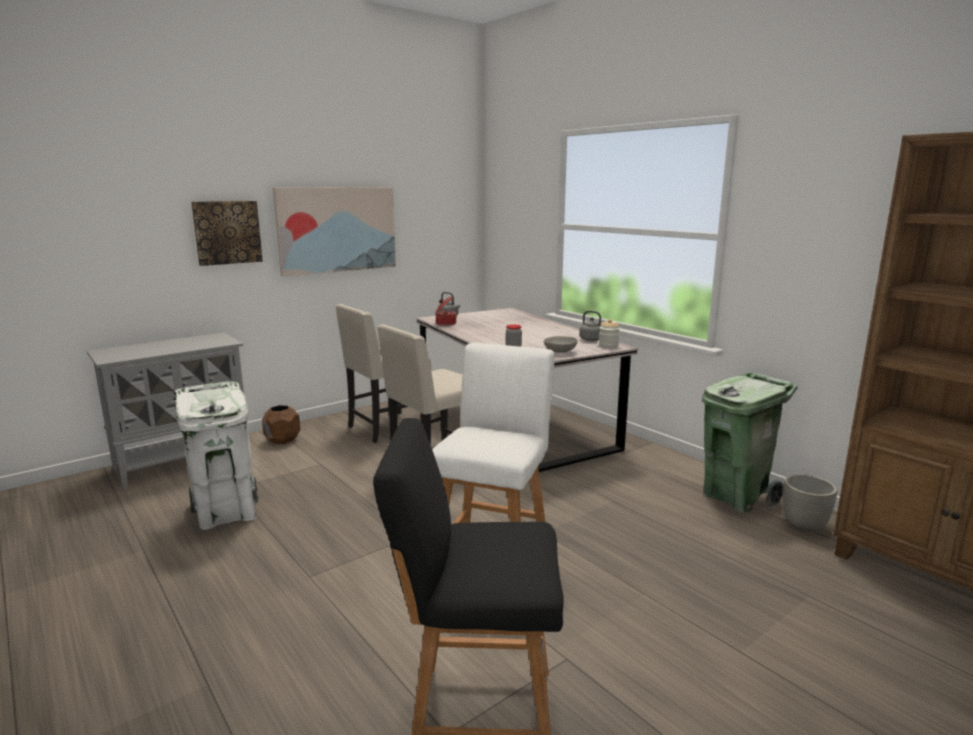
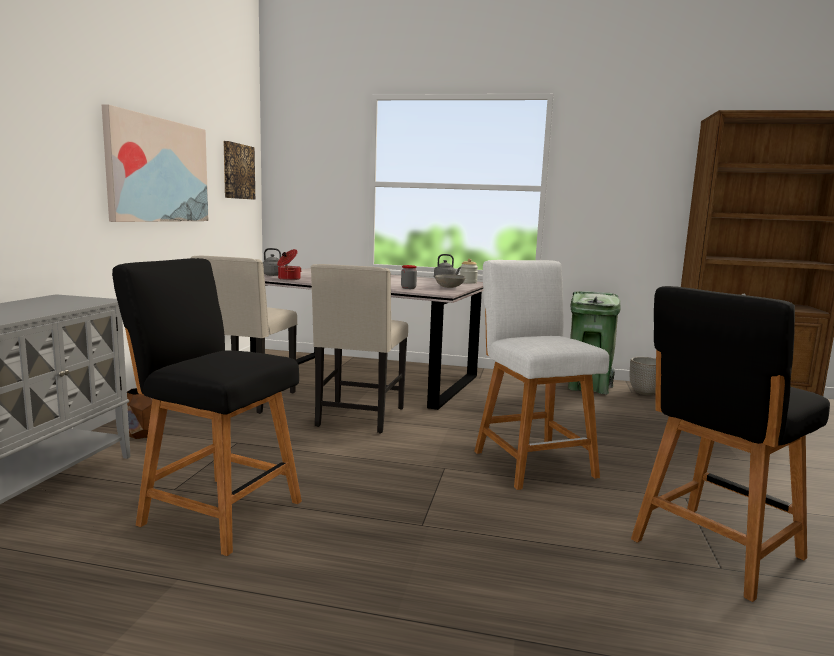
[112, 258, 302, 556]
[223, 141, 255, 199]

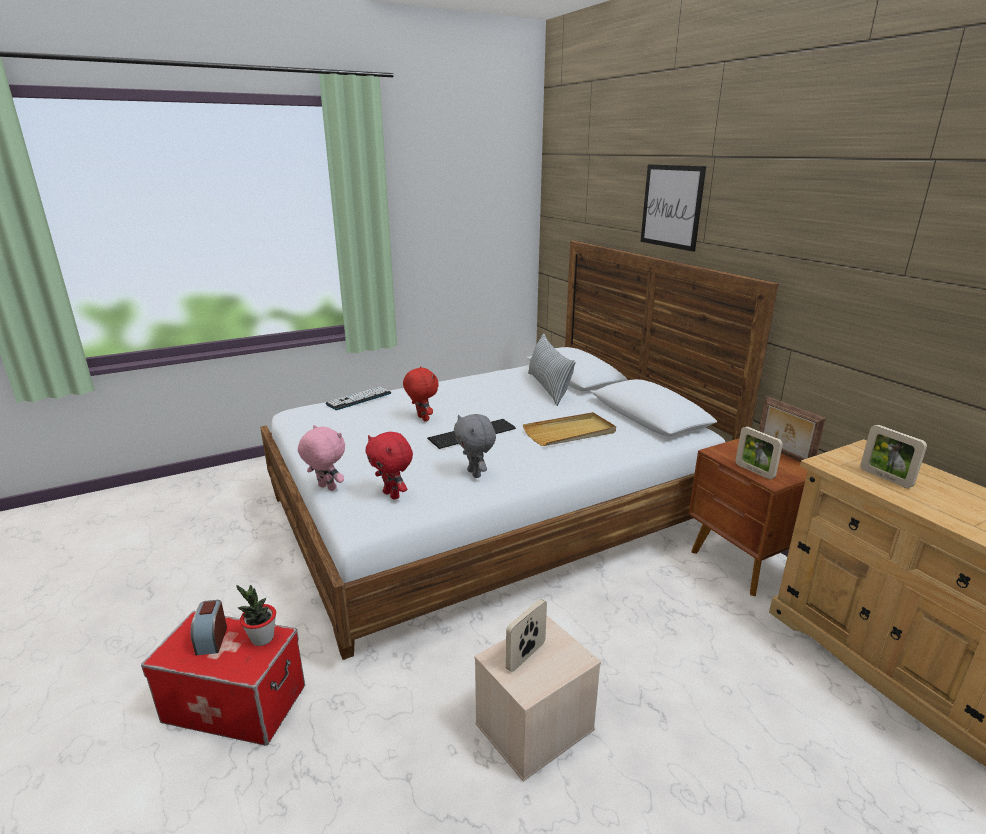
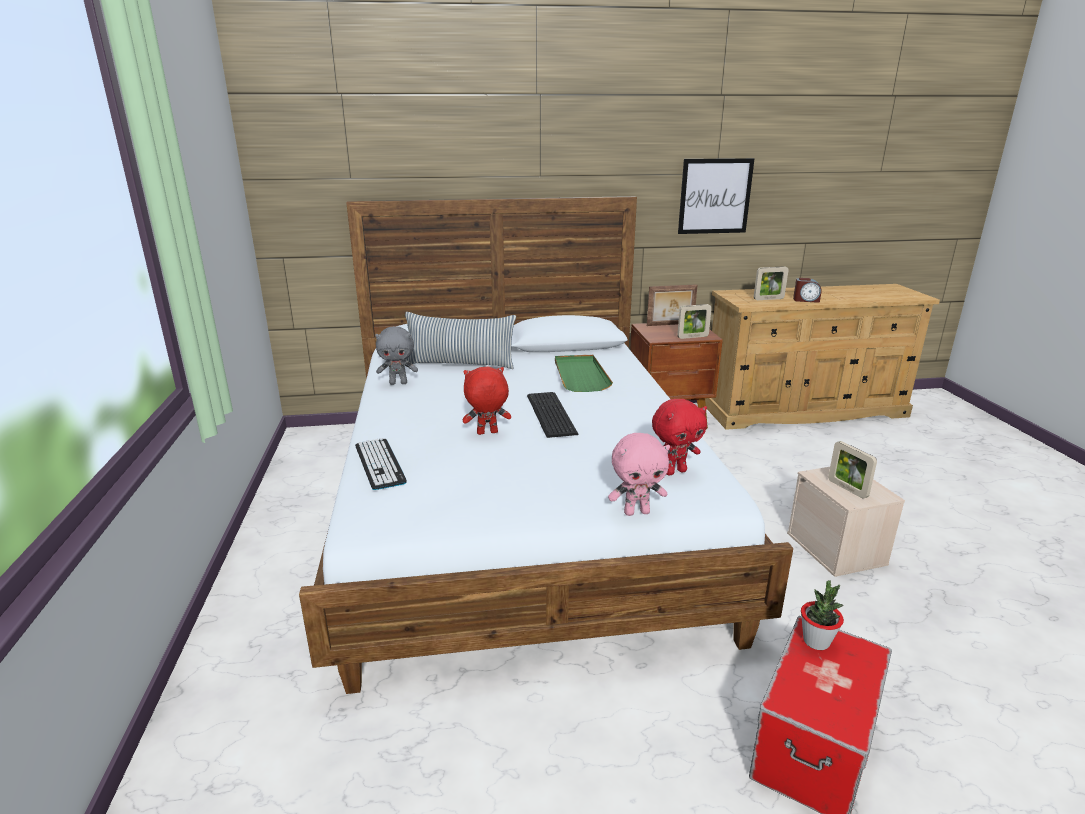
[793, 278, 822, 303]
[608, 433, 670, 516]
[375, 326, 418, 385]
[555, 355, 613, 392]
[678, 158, 755, 234]

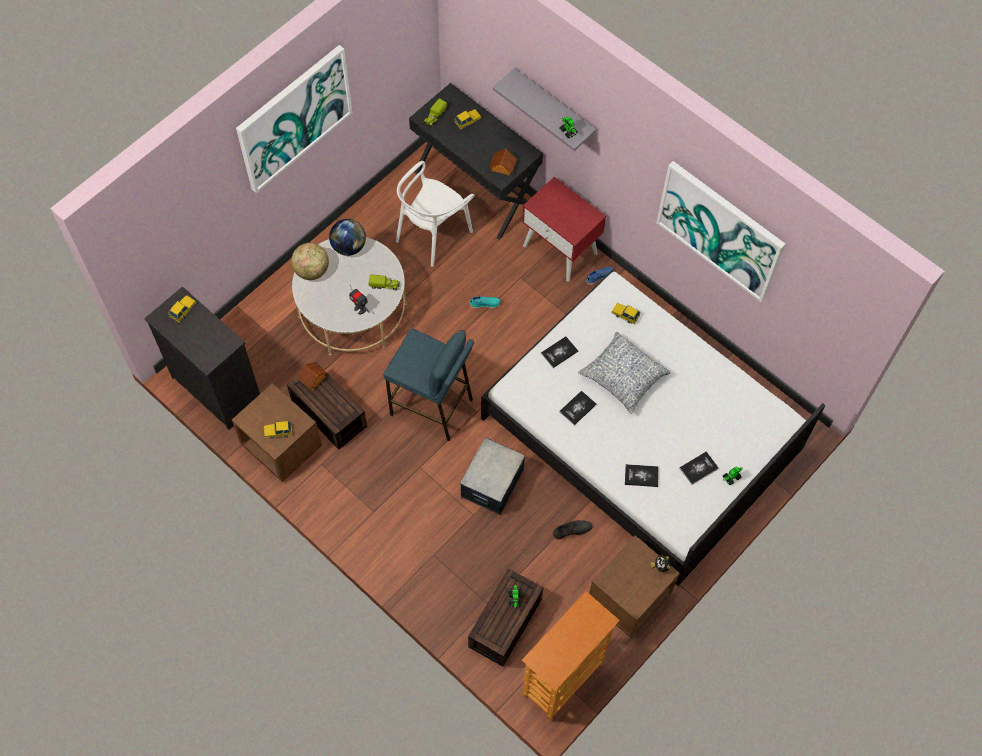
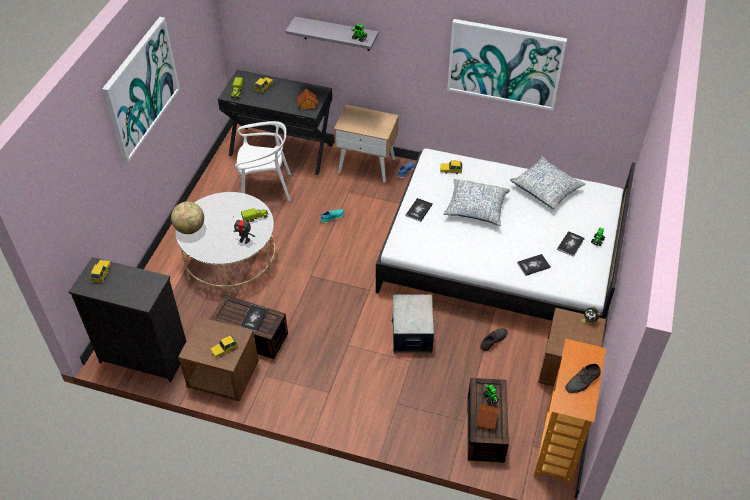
[476, 404, 499, 430]
[329, 219, 366, 256] (first image)
[383, 329, 474, 441] (first image)
[235, 121, 291, 201]
[334, 105, 399, 183]
[240, 305, 268, 332]
[510, 156, 585, 209]
[565, 364, 601, 393]

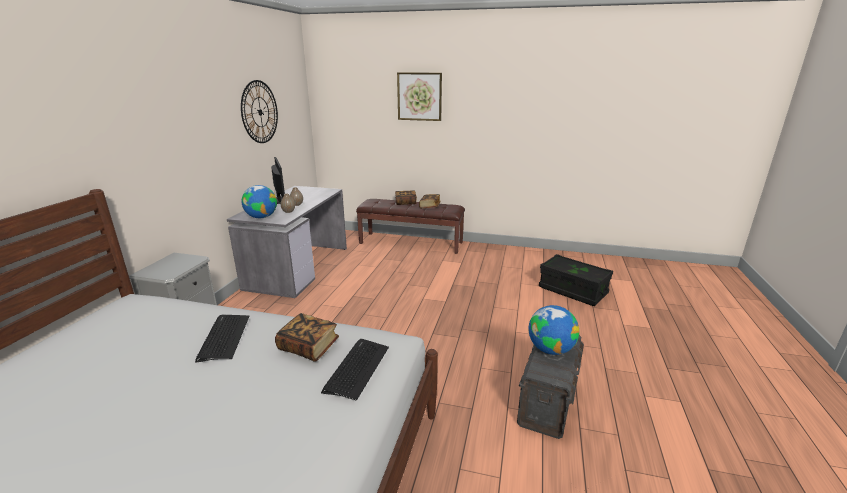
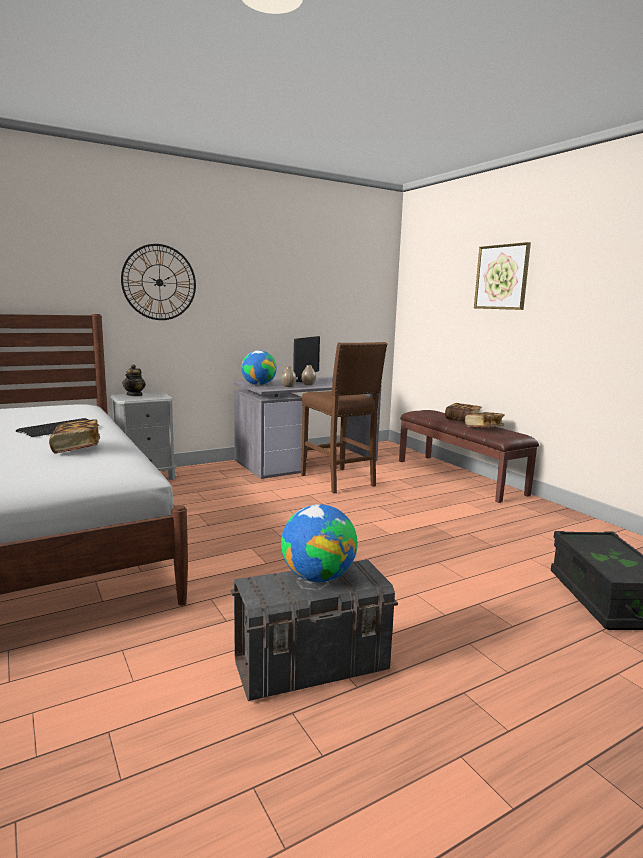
[121, 244, 196, 320]
[321, 339, 389, 401] (first image)
[122, 364, 146, 396]
[301, 342, 387, 493]

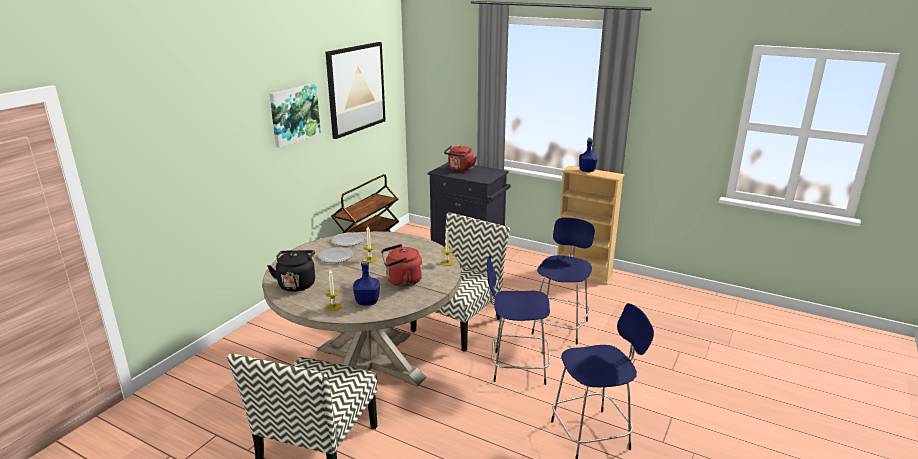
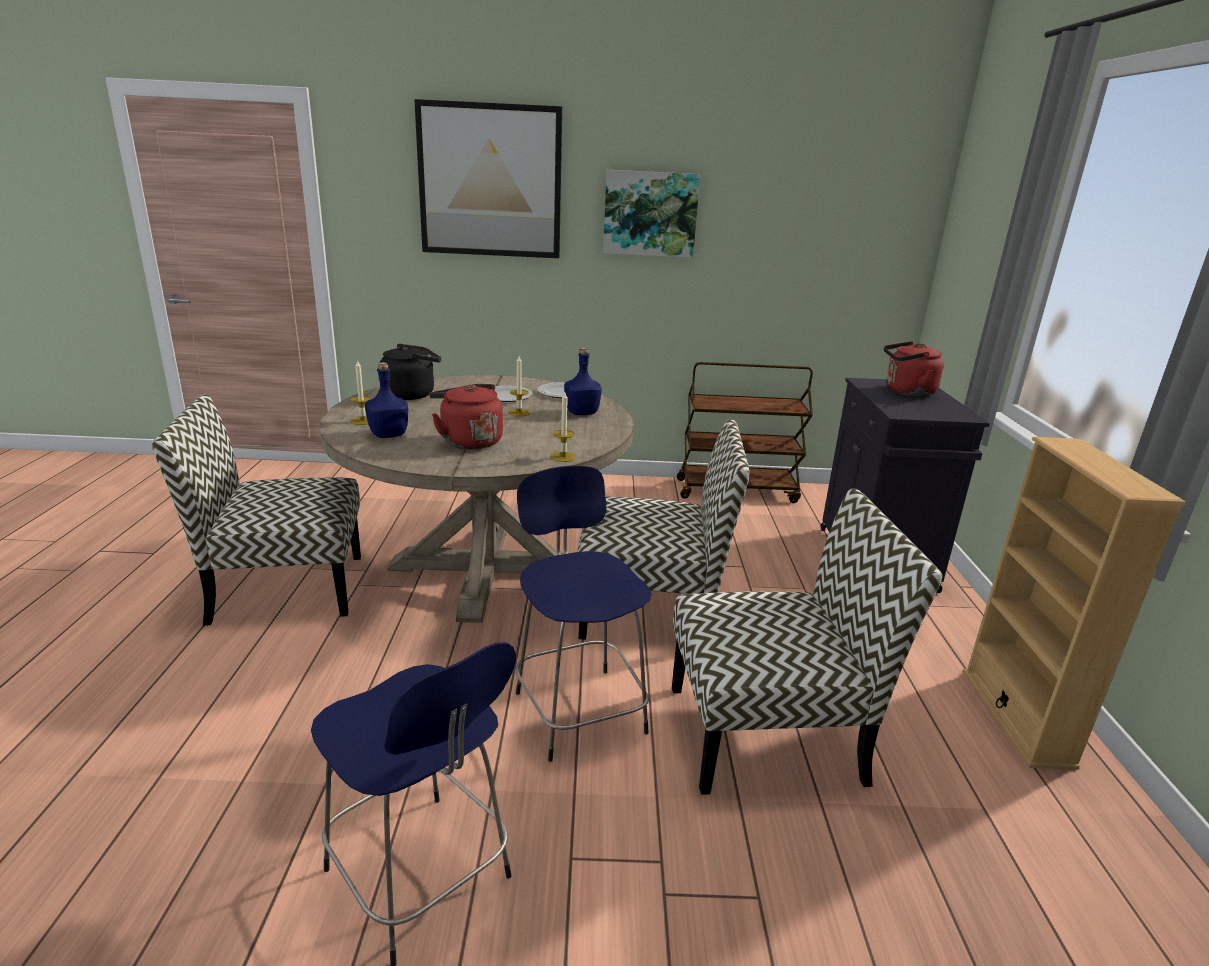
[414, 99, 562, 258]
[672, 488, 943, 795]
[564, 348, 602, 415]

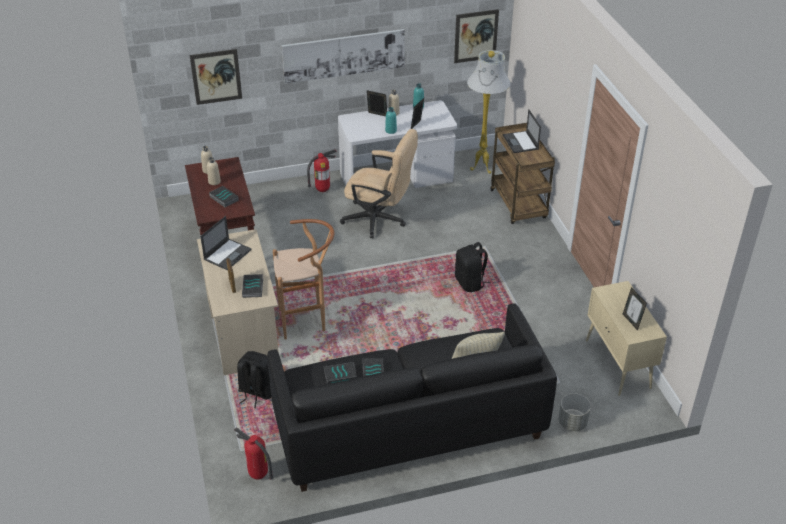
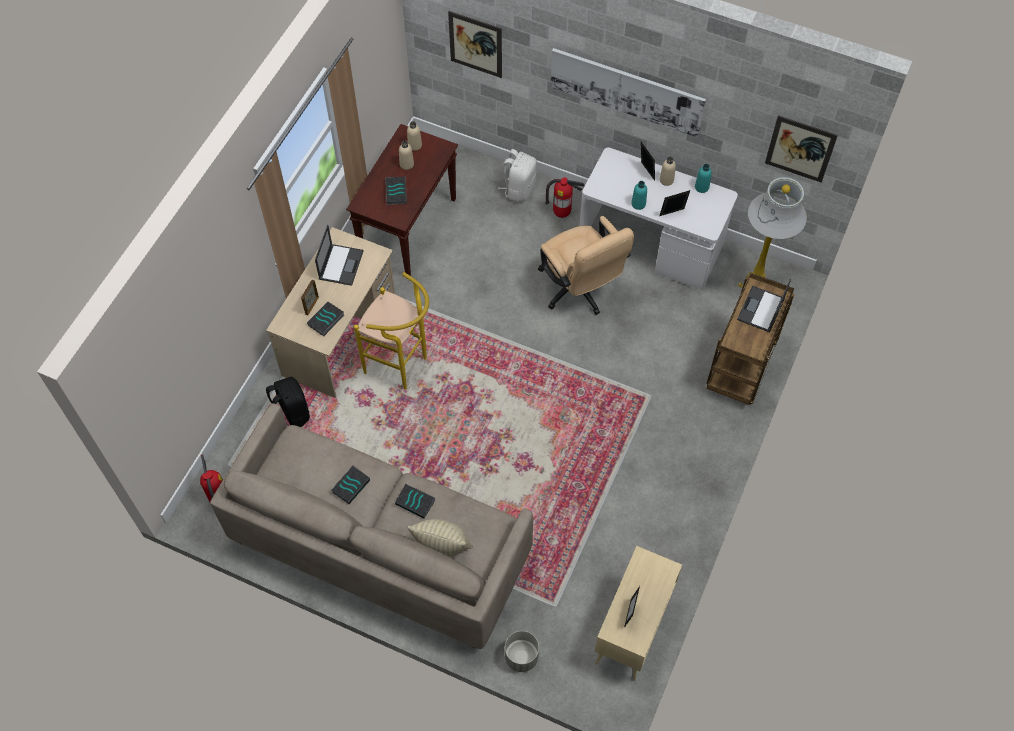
[315, 225, 364, 286]
[210, 403, 533, 649]
[354, 272, 429, 390]
[395, 484, 435, 519]
[455, 242, 490, 292] (first image)
[498, 149, 537, 202]

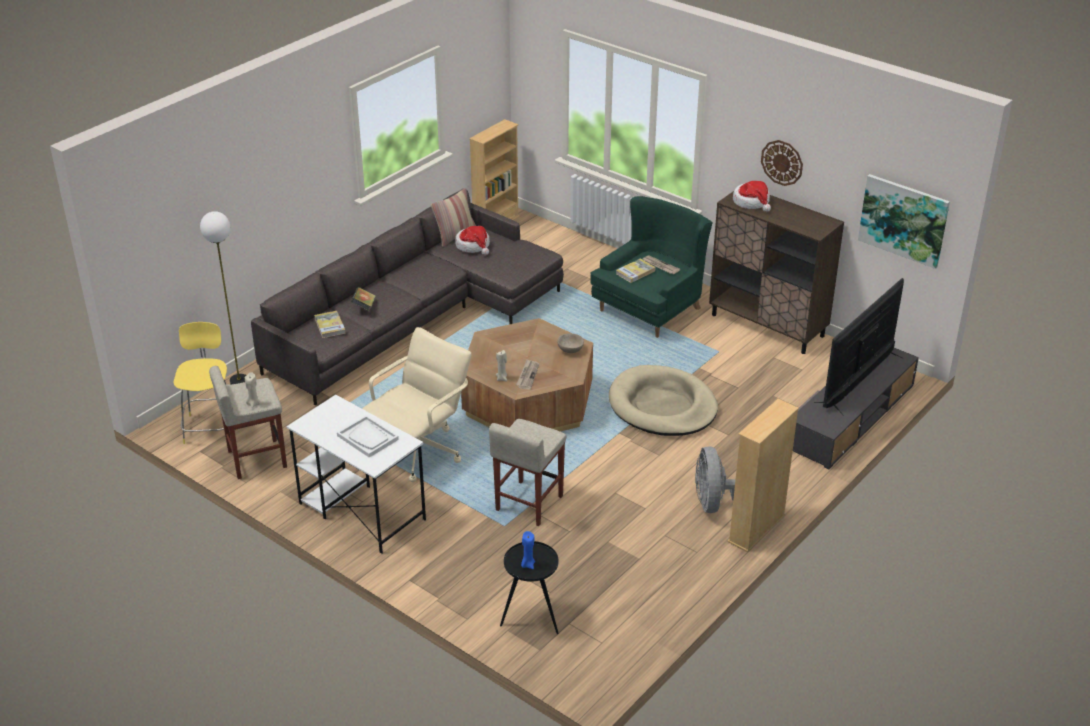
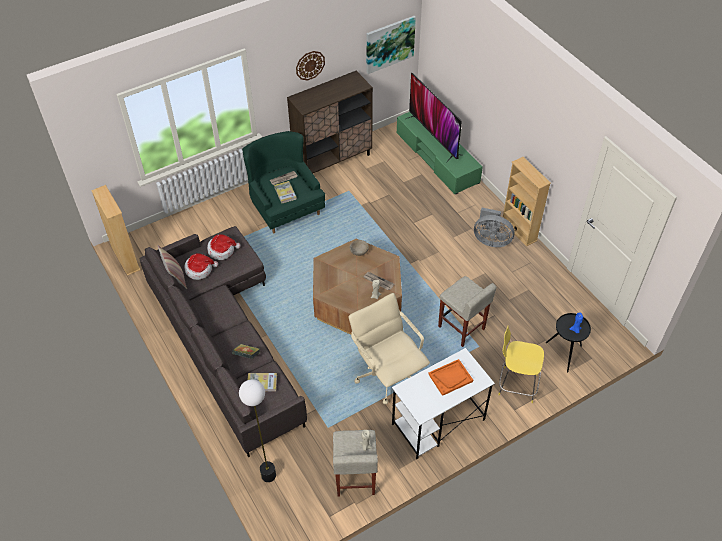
[498, 326, 544, 403]
[428, 359, 473, 396]
[609, 365, 718, 436] (first image)
[207, 234, 241, 260]
[397, 112, 483, 195]

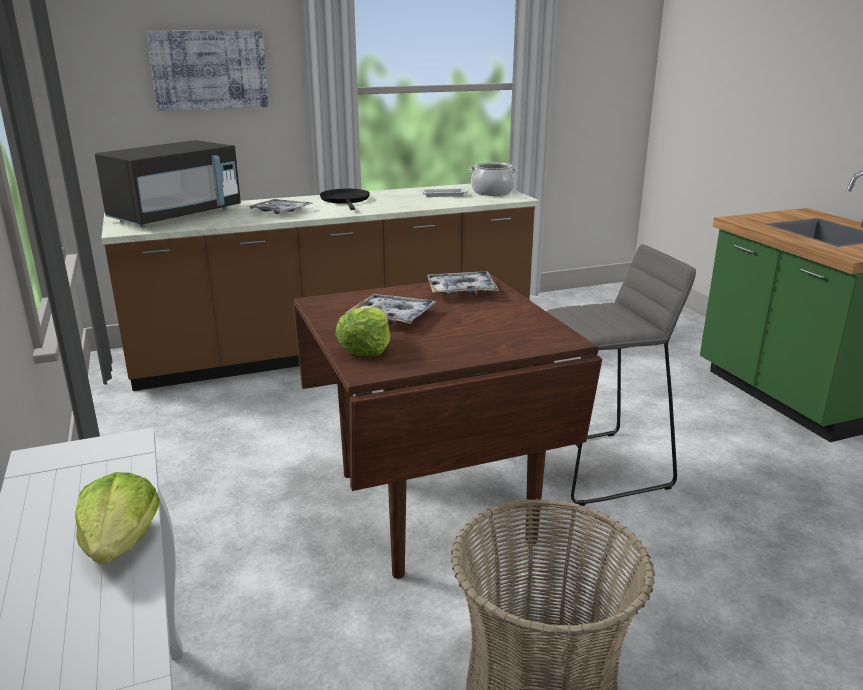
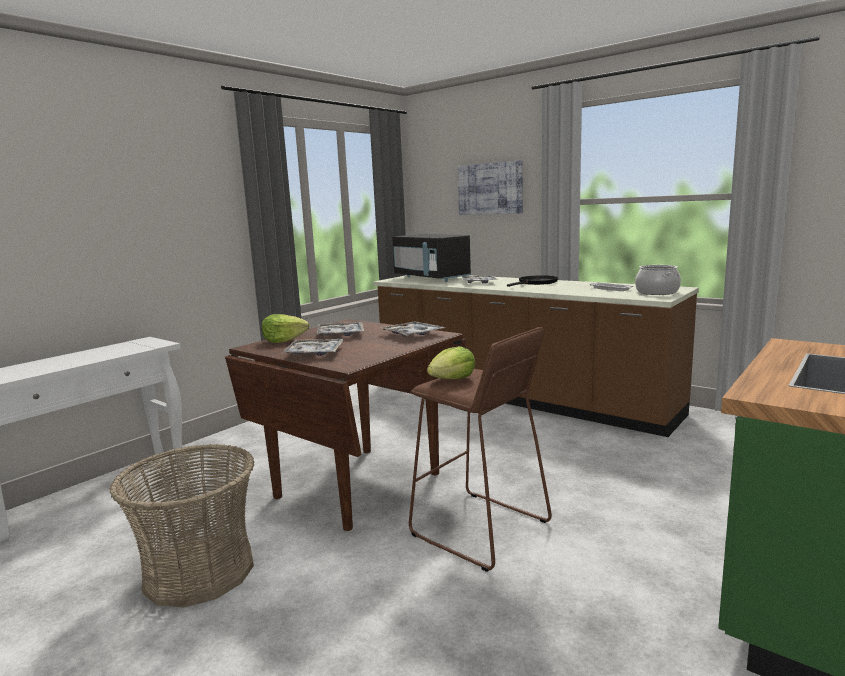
[427, 346, 475, 379]
[392, 234, 471, 282]
[409, 327, 552, 572]
[283, 339, 344, 356]

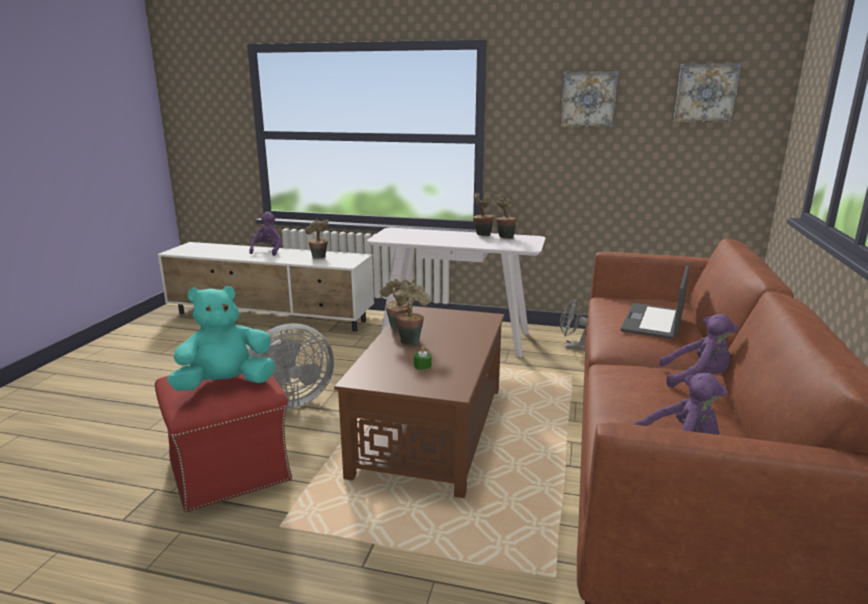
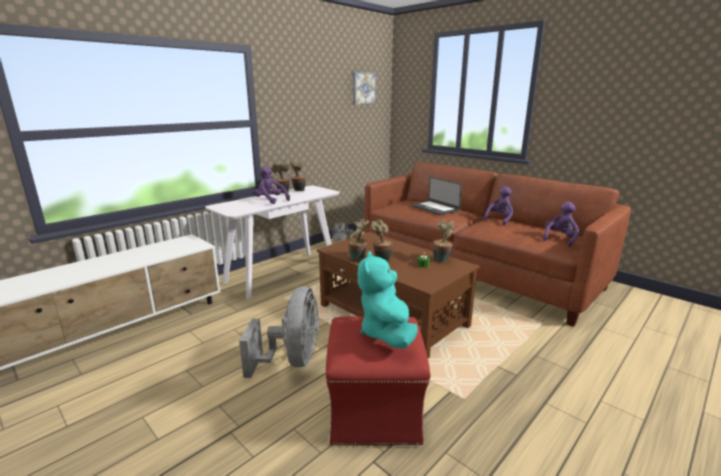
[254, 166, 290, 204]
[433, 220, 454, 262]
[560, 71, 618, 128] (first image)

